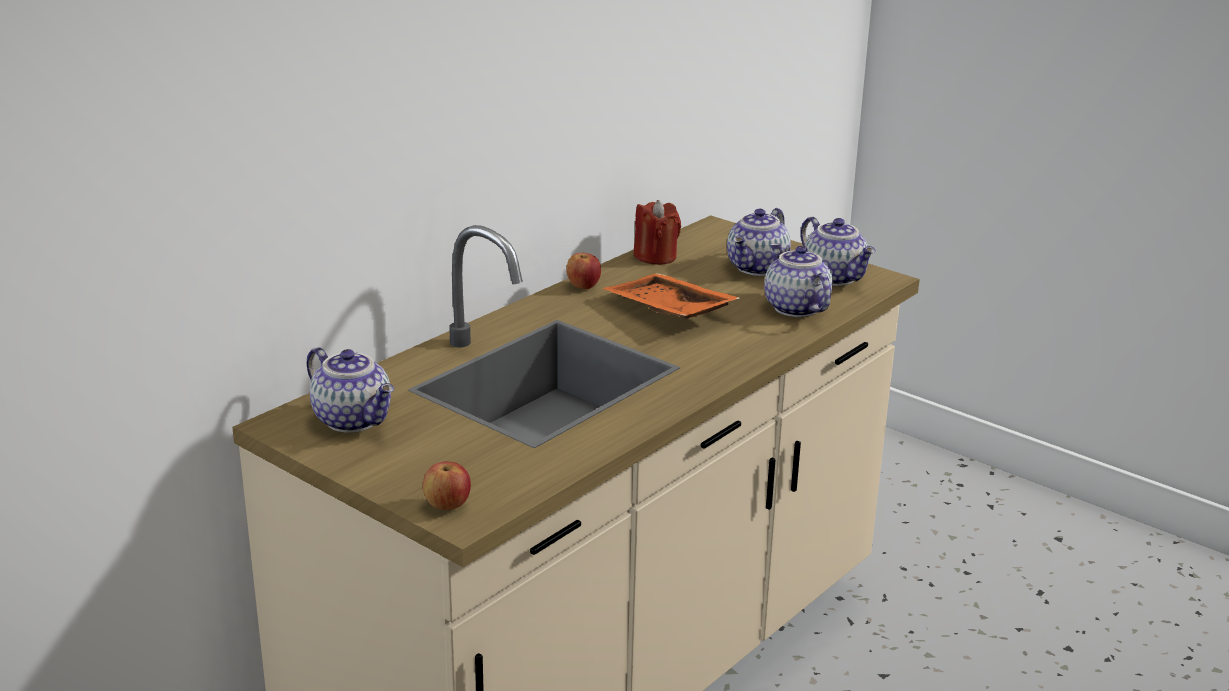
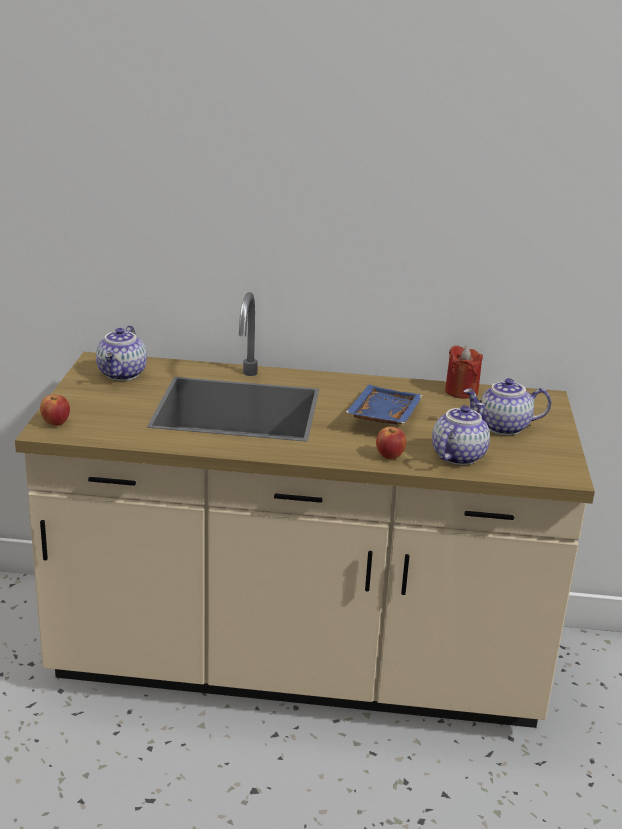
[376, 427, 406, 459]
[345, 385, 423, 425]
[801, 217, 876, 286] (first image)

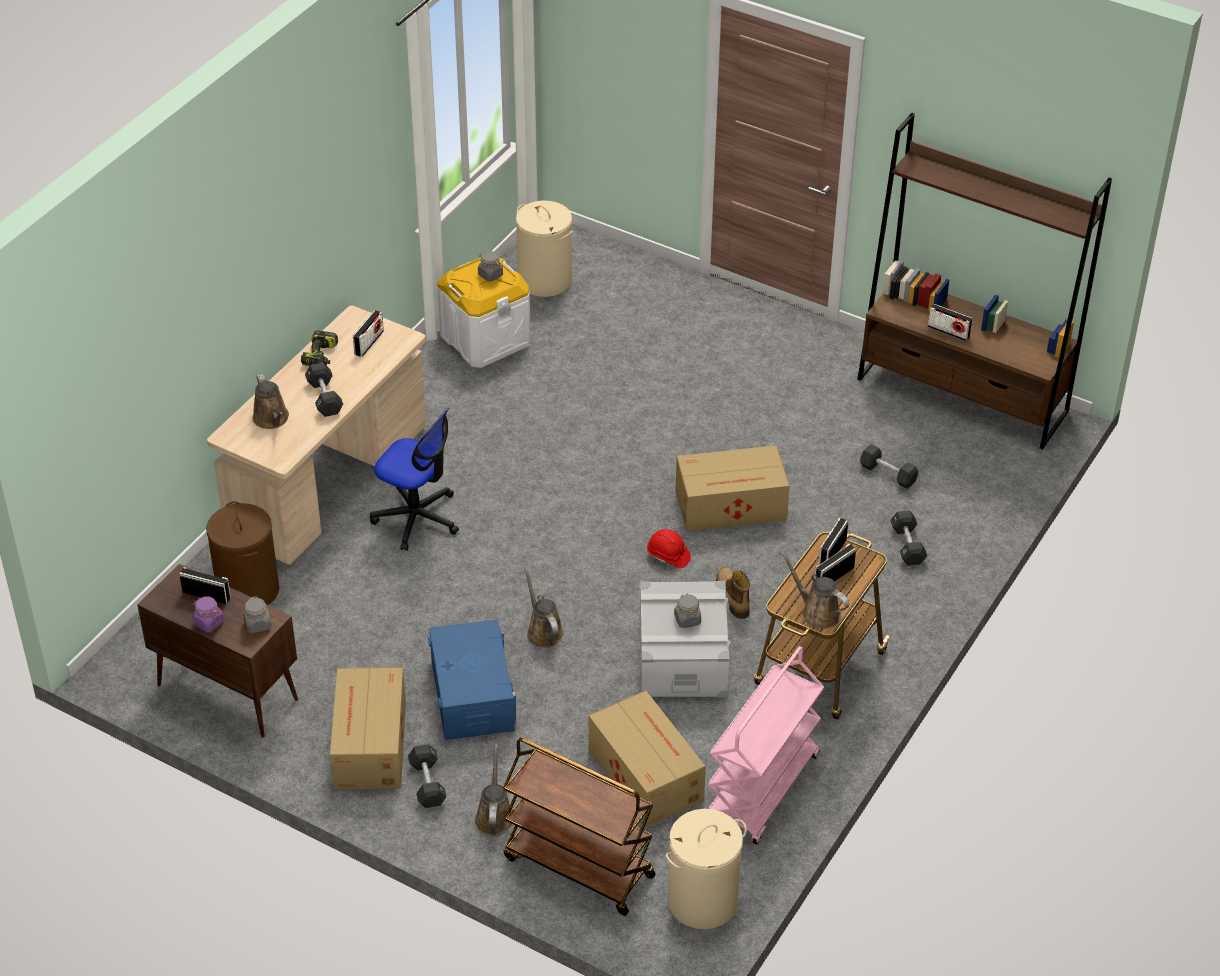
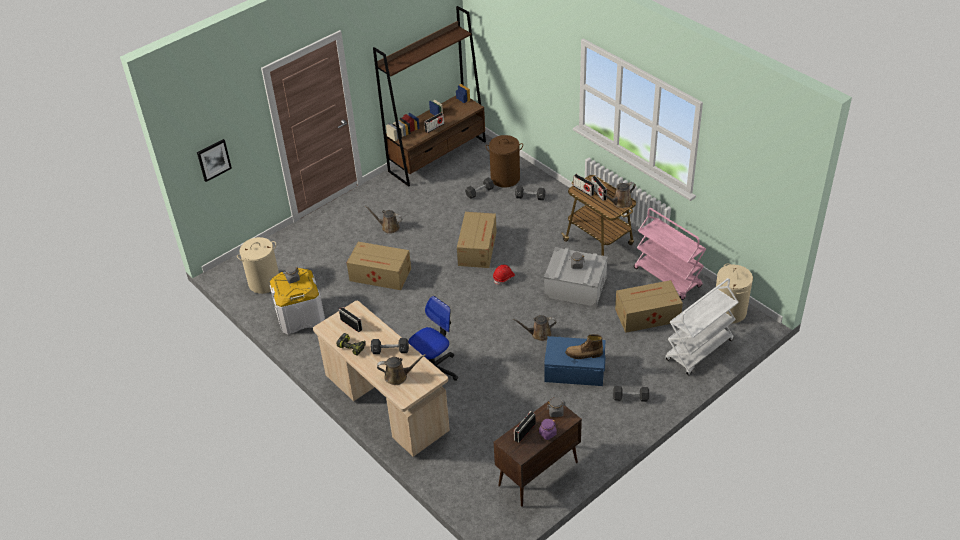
[486, 135, 523, 188]
[347, 242, 411, 290]
[365, 206, 403, 234]
[665, 278, 738, 375]
[565, 334, 603, 359]
[197, 139, 232, 182]

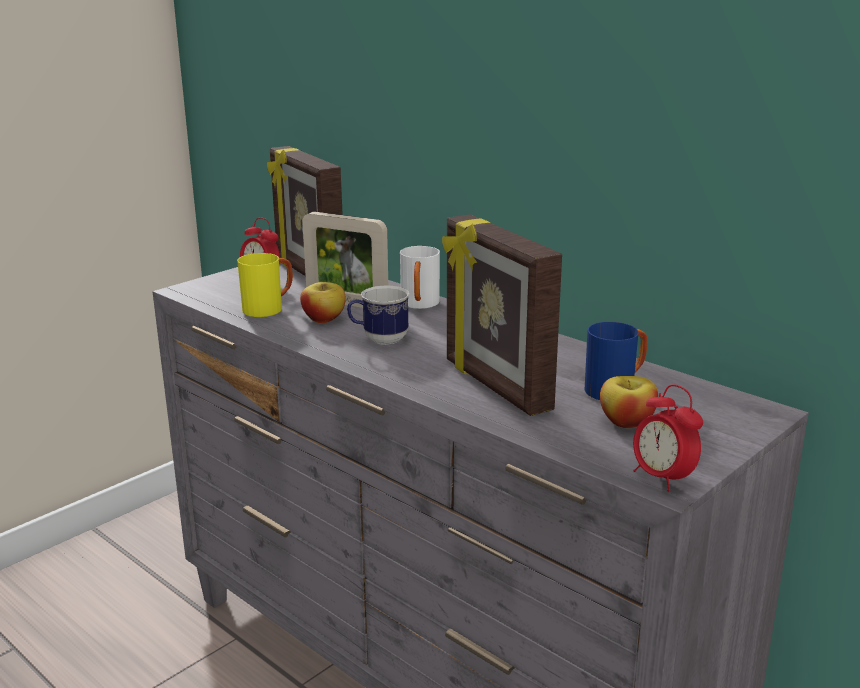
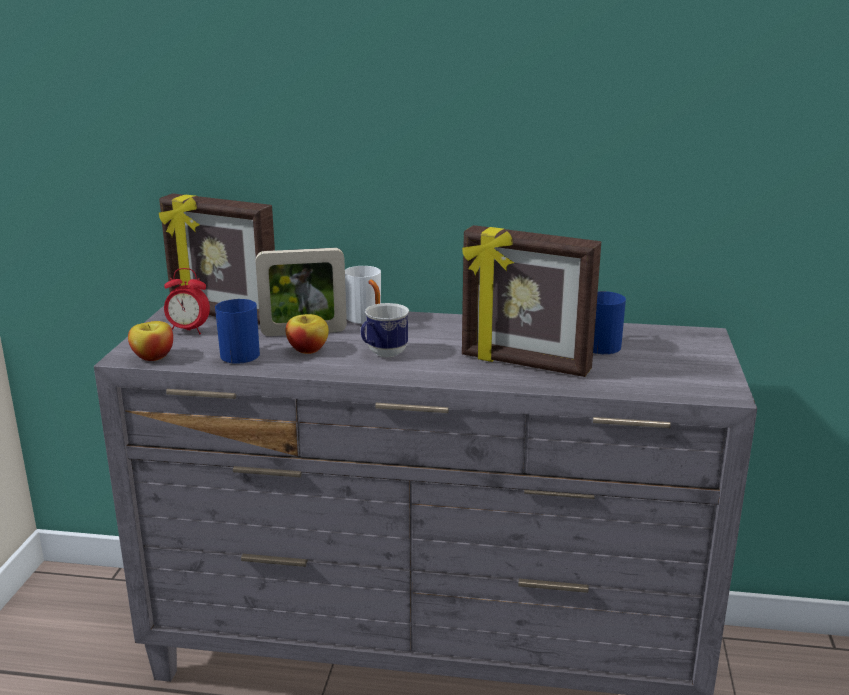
[215, 299, 260, 364]
[128, 321, 173, 361]
[633, 384, 703, 492] (first image)

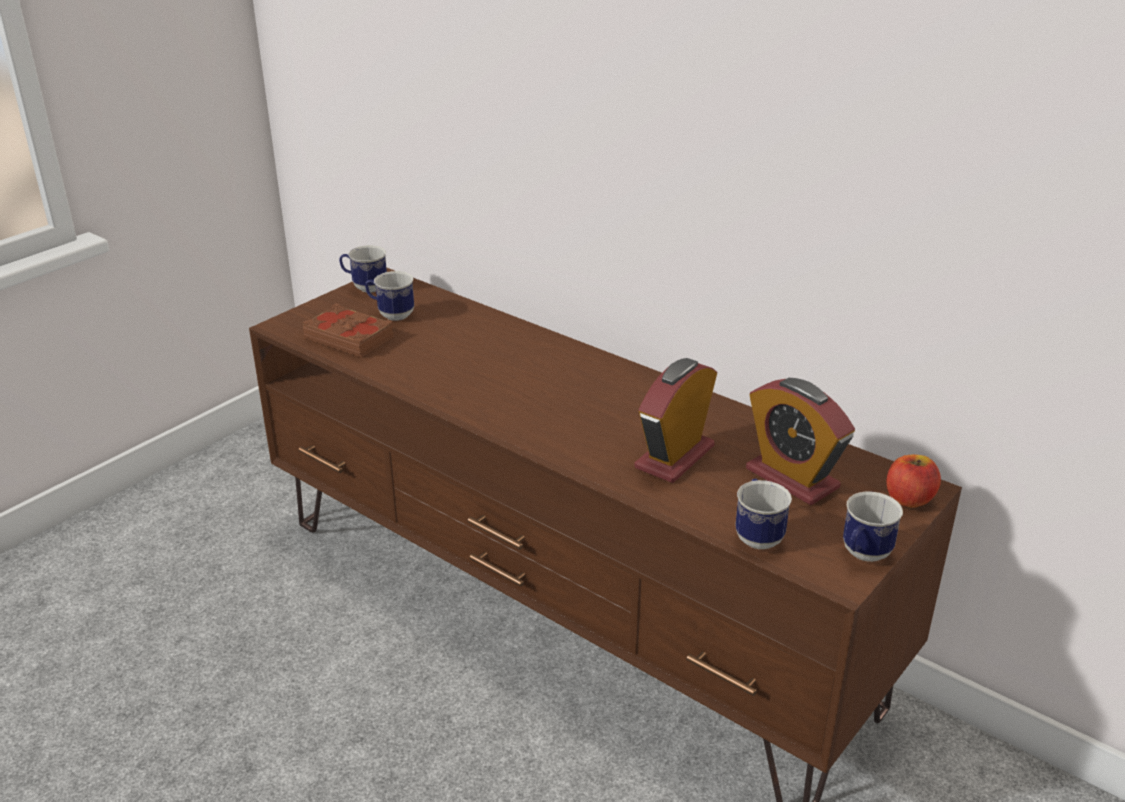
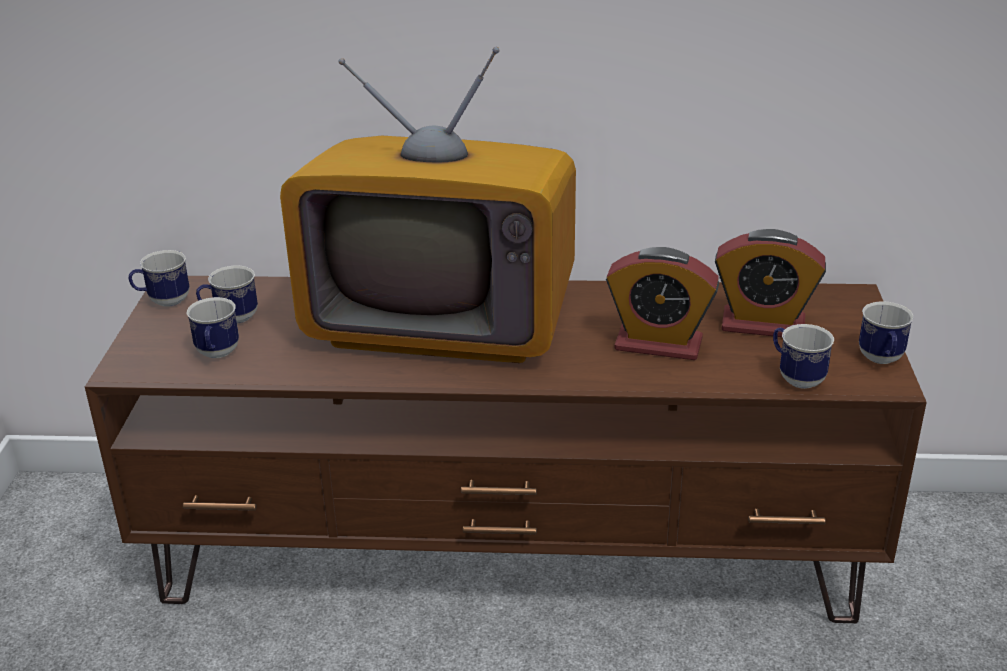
[186, 297, 239, 358]
[606, 247, 719, 360]
[887, 454, 941, 508] (first image)
[280, 47, 576, 363]

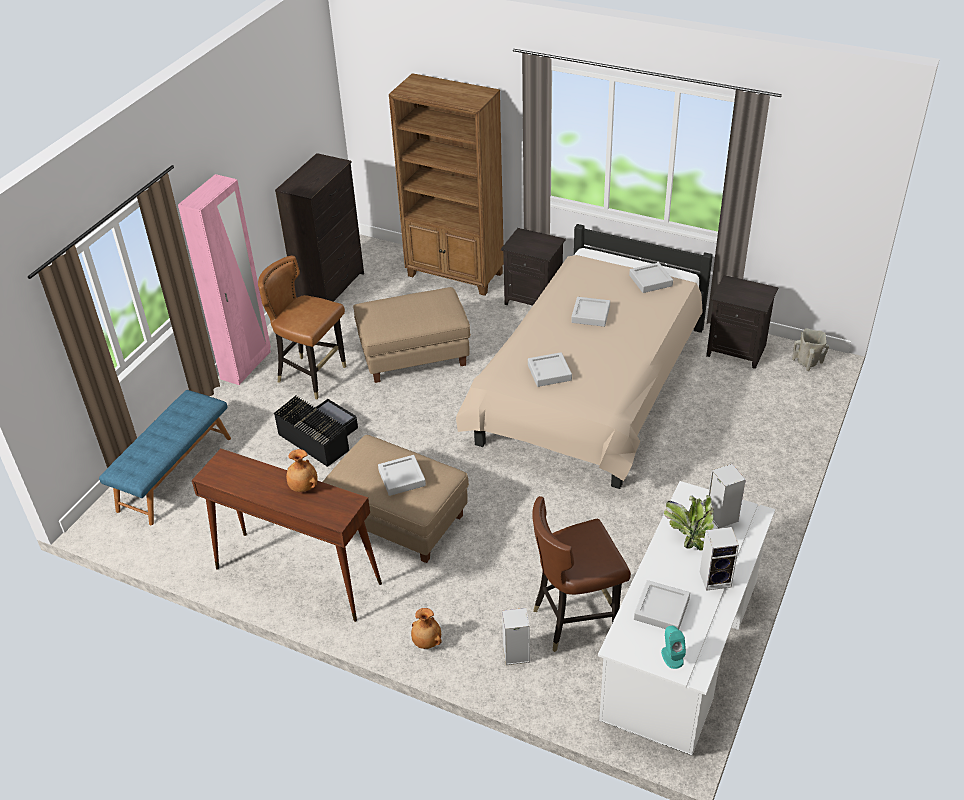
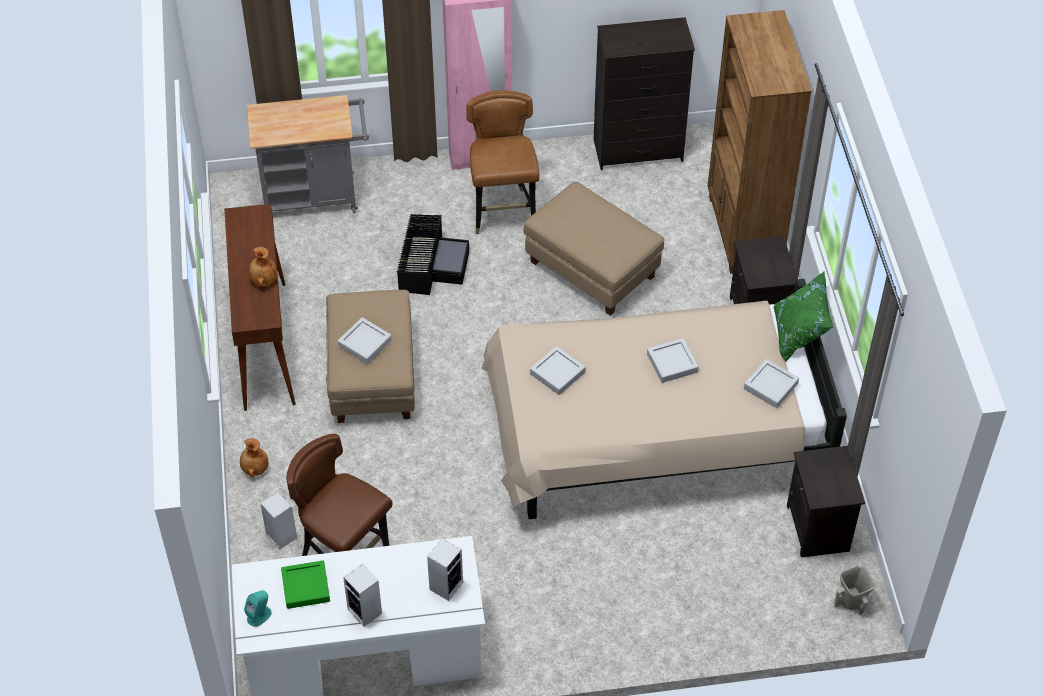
[247, 95, 369, 213]
[281, 560, 330, 609]
[664, 495, 714, 551] (first image)
[774, 271, 833, 362]

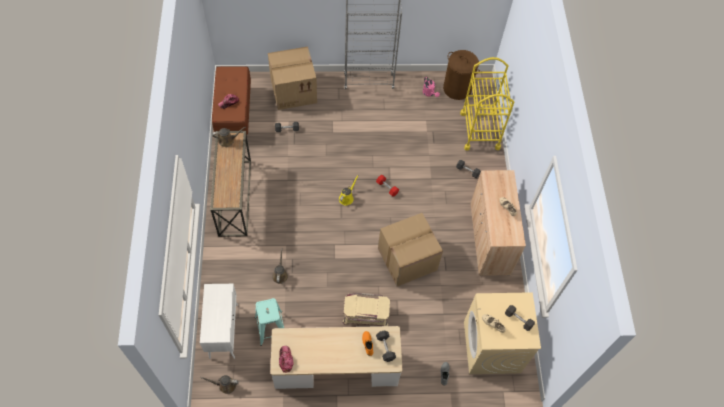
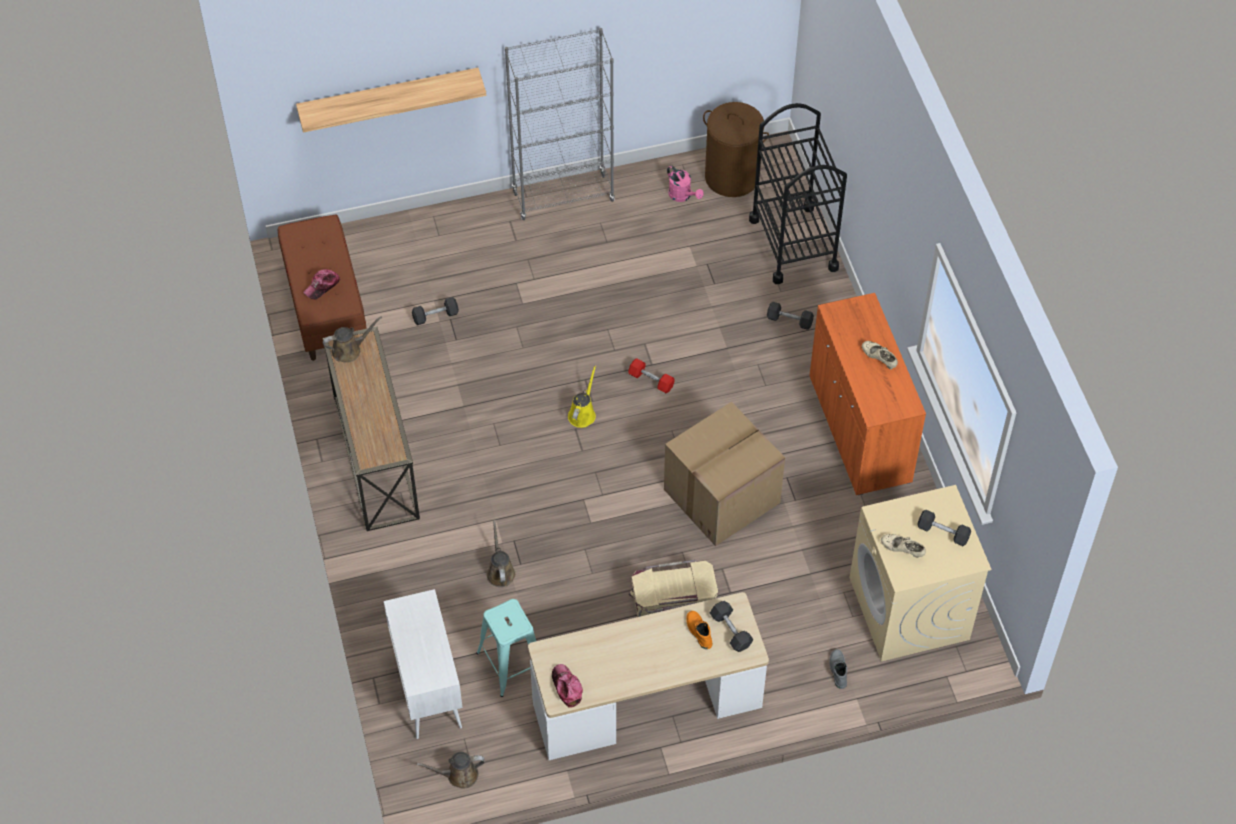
[268, 47, 317, 110] (first image)
[749, 103, 847, 284]
[809, 293, 926, 496]
[296, 68, 486, 133]

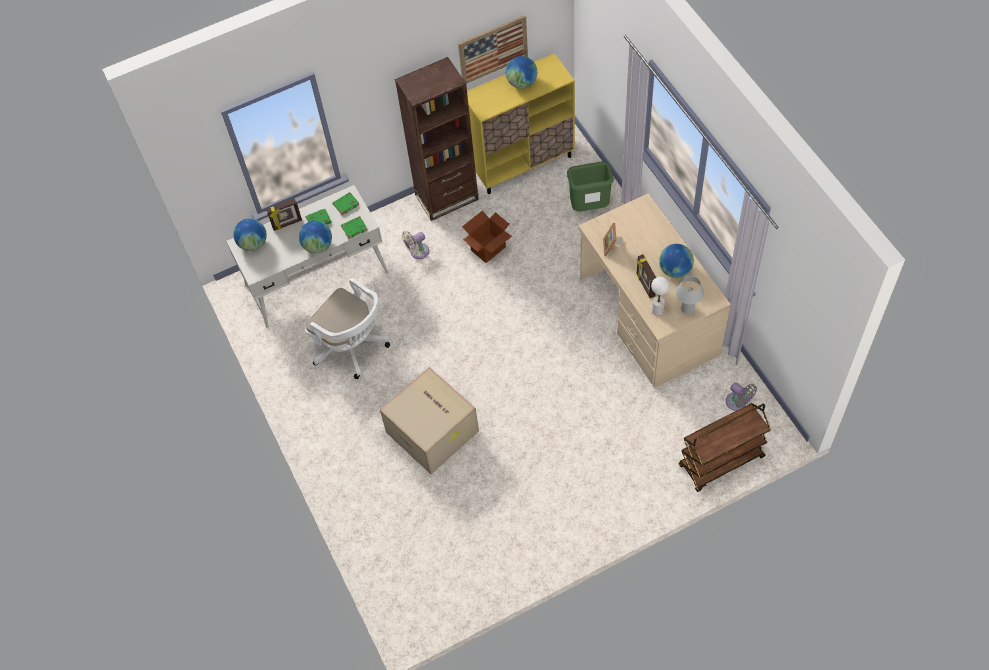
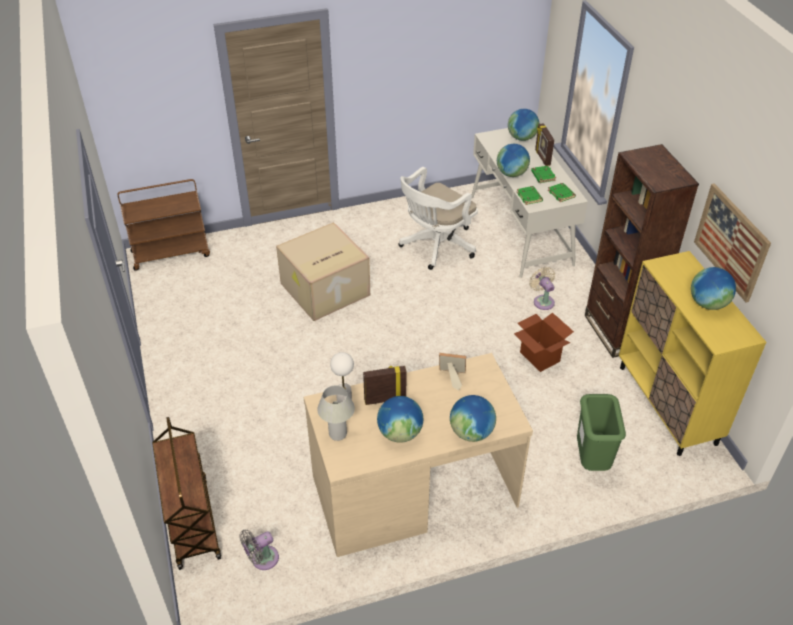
[118, 179, 210, 271]
[450, 395, 496, 442]

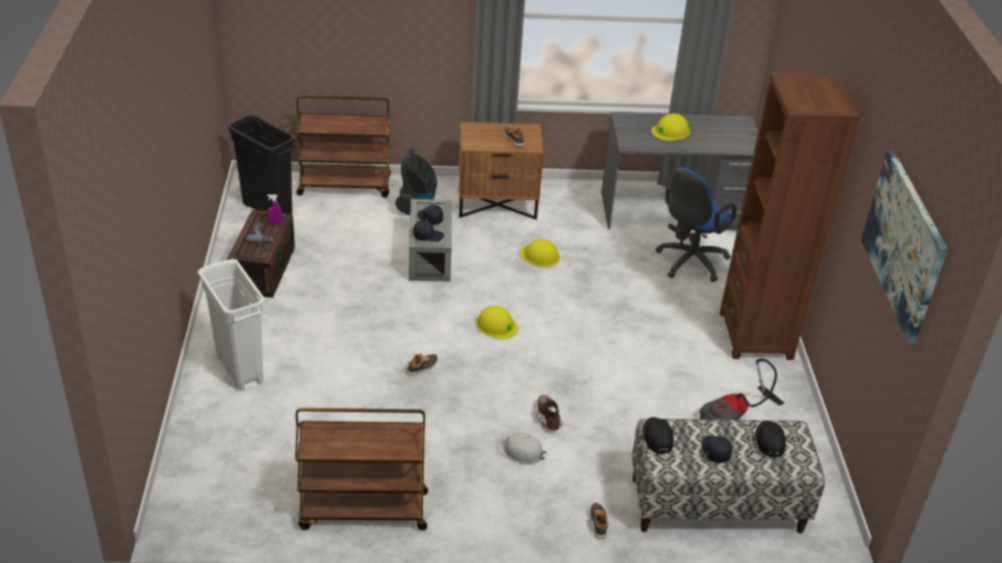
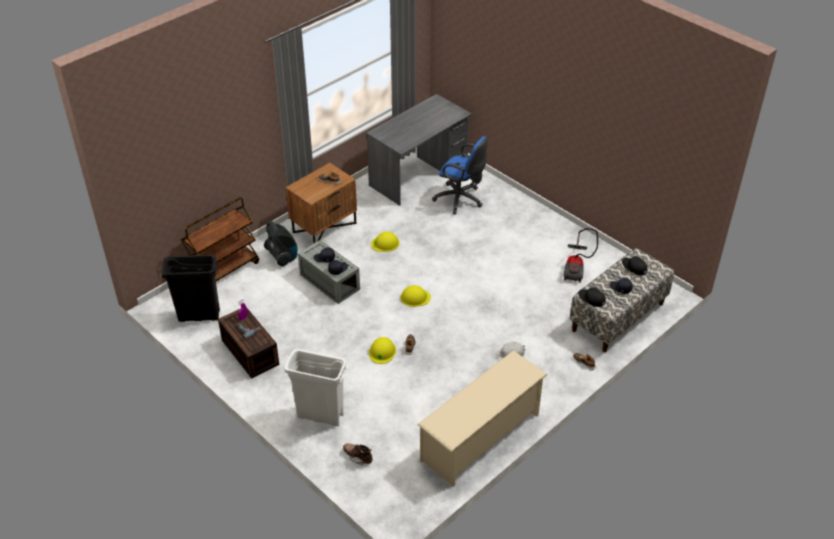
[417, 350, 547, 487]
[343, 443, 373, 465]
[369, 337, 396, 364]
[432, 136, 488, 214]
[720, 73, 860, 360] (first image)
[861, 150, 948, 343] (first image)

